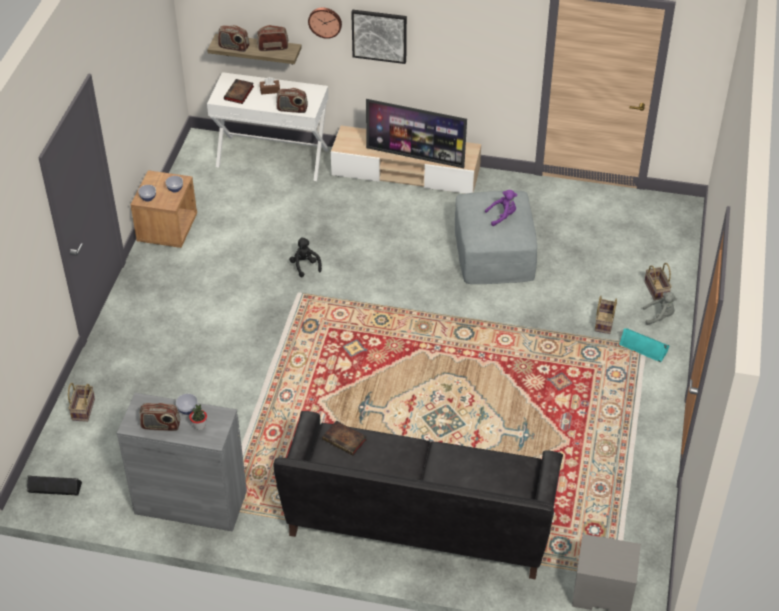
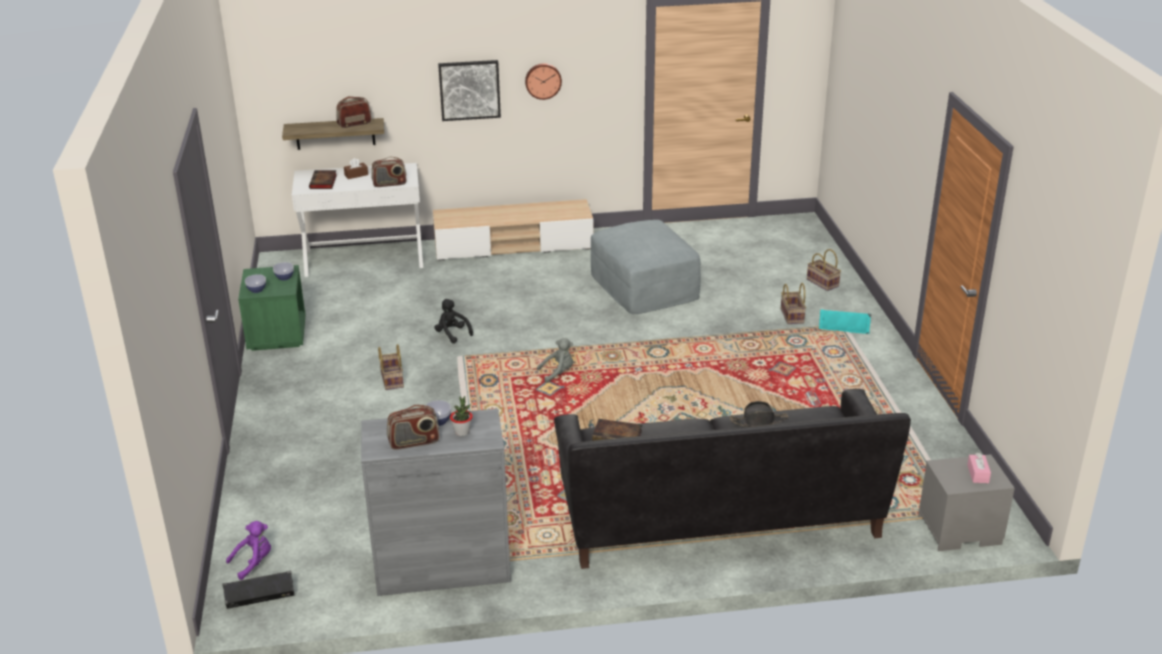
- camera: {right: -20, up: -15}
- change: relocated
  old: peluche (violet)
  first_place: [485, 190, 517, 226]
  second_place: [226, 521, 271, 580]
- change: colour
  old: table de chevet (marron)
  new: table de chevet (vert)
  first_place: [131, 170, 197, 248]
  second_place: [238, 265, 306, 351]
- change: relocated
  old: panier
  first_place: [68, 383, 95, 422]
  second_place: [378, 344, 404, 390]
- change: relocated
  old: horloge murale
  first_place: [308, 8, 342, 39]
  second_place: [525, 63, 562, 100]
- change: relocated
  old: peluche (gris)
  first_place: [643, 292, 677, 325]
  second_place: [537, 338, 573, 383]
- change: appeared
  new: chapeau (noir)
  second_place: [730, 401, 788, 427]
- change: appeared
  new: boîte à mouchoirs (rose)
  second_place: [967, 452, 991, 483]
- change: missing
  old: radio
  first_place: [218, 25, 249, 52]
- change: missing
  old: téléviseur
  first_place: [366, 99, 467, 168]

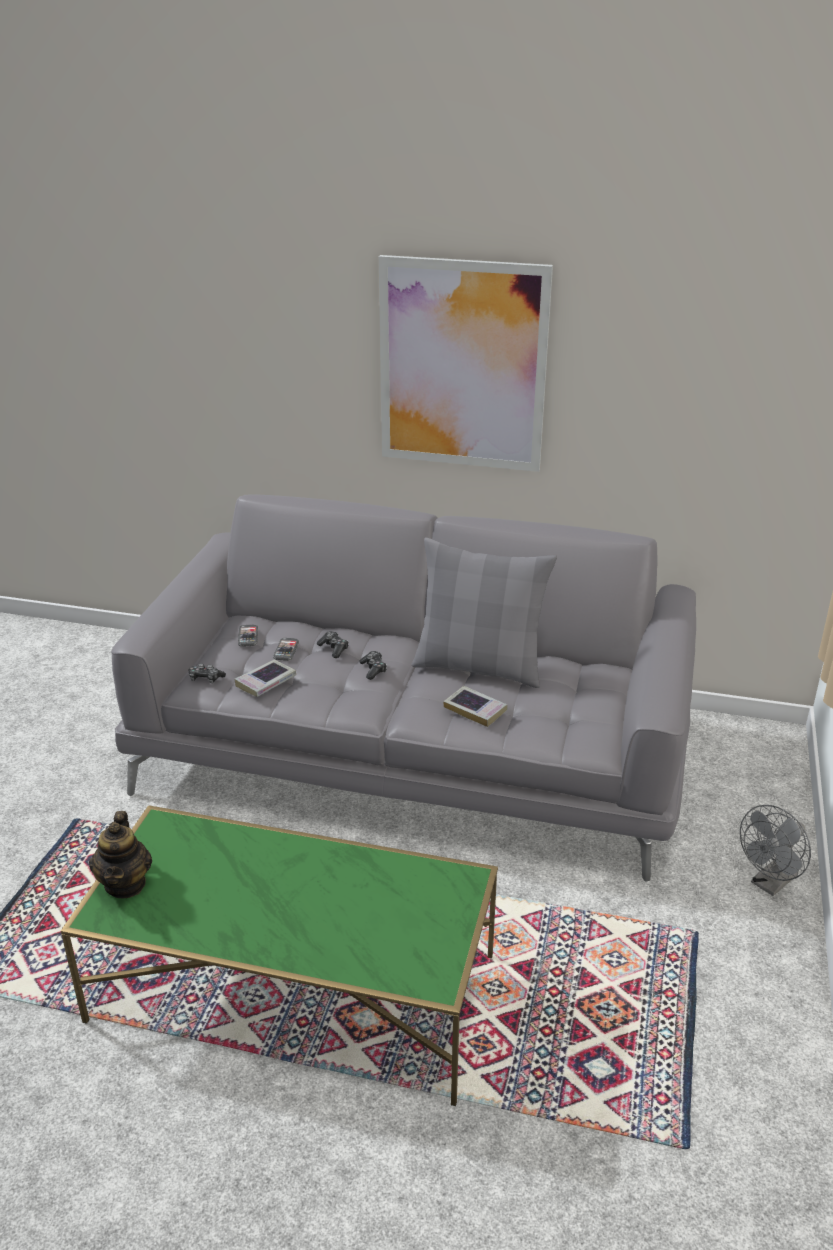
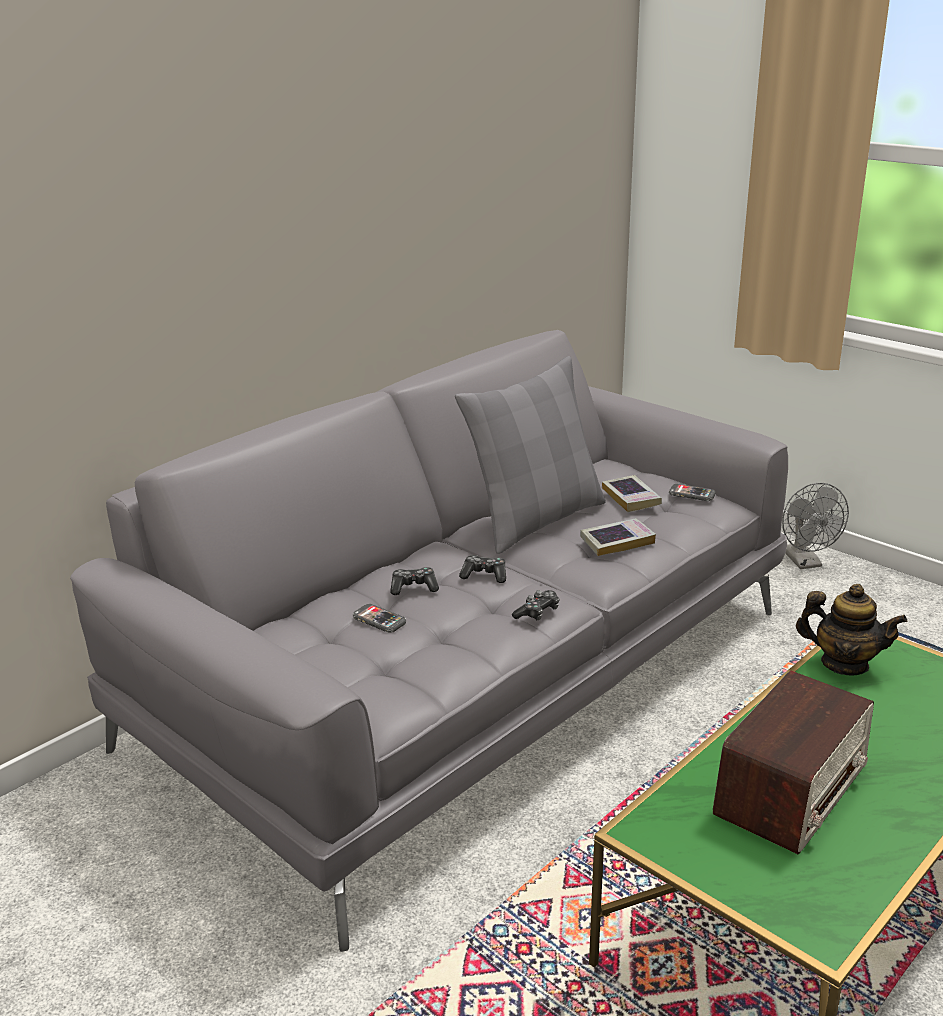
- camera: {right: -60, up: -5}
- change: relocated
  old: manette
  first_place: [189, 663, 226, 683]
  second_place: [512, 590, 559, 620]
- change: relocated
  old: livre
  first_place: [234, 660, 296, 697]
  second_place: [602, 475, 662, 512]
- change: relocated
  old: téléphone
  first_place: [238, 625, 258, 647]
  second_place: [669, 484, 716, 501]
- change: appeared
  new: radio
  second_place: [713, 671, 874, 854]
- change: relocated
  old: théière
  first_place: [89, 811, 152, 898]
  second_place: [796, 584, 907, 676]
- change: missing
  old: tableau
  first_place: [379, 255, 553, 472]

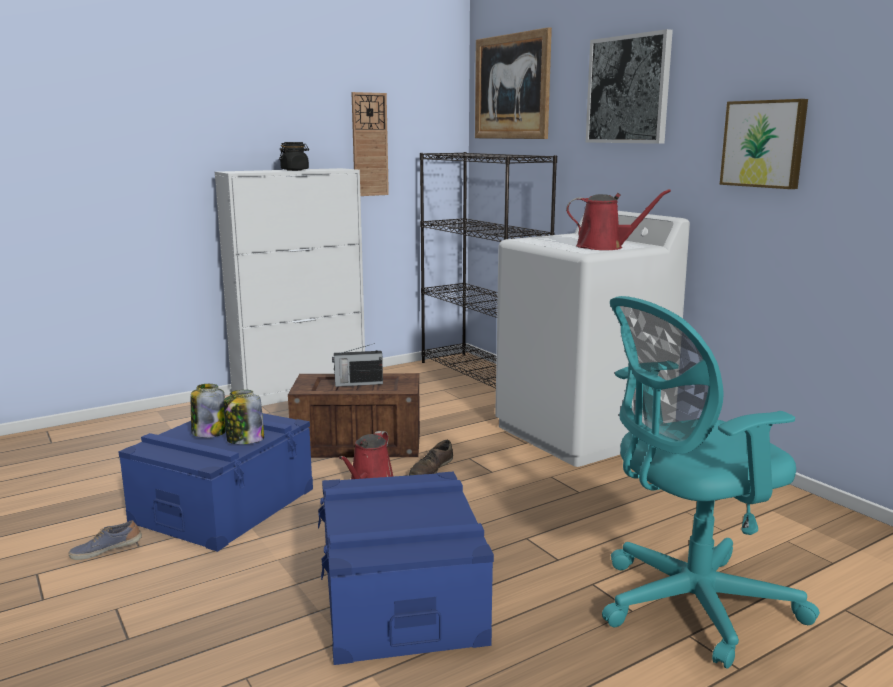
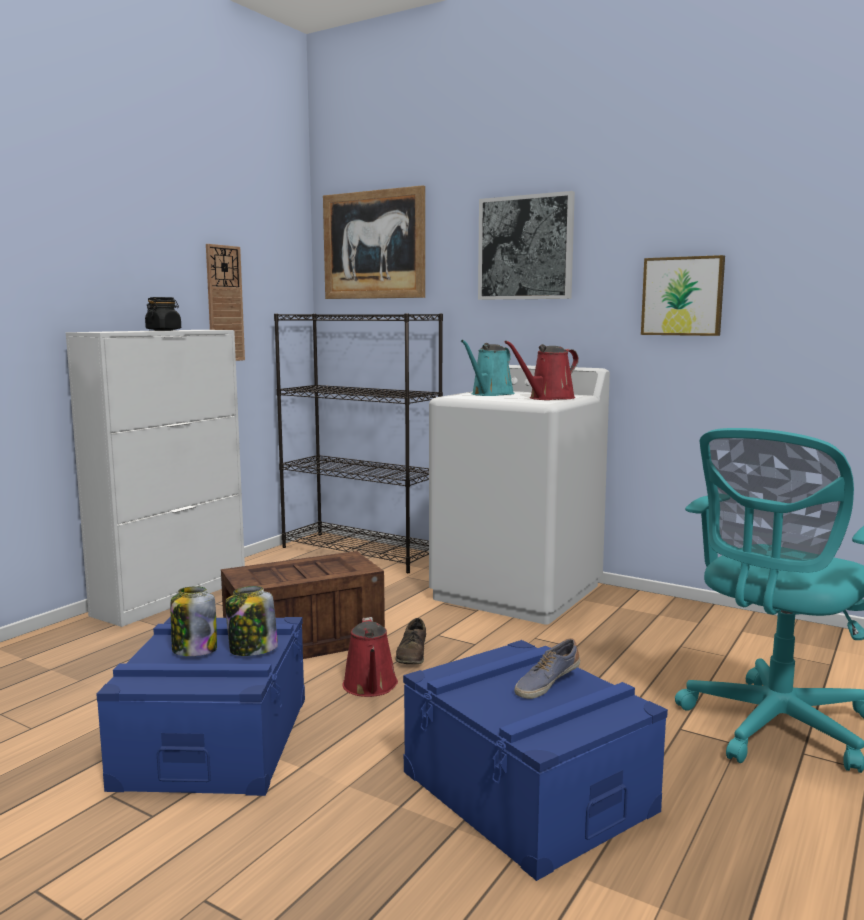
- camera: {right: -25, up: -5}
- change: appeared
  new: arrosoir (turquoise)
  second_place: [461, 340, 515, 396]
- change: spun
  old: arrosoir (rouge)
  first_place: [566, 189, 671, 250]
  second_place: [505, 341, 579, 400]
  degrees: 150
- change: relocated
  old: chaussure
  first_place: [69, 520, 142, 560]
  second_place: [514, 638, 580, 699]
- change: missing
  old: radio
  first_place: [332, 343, 383, 387]

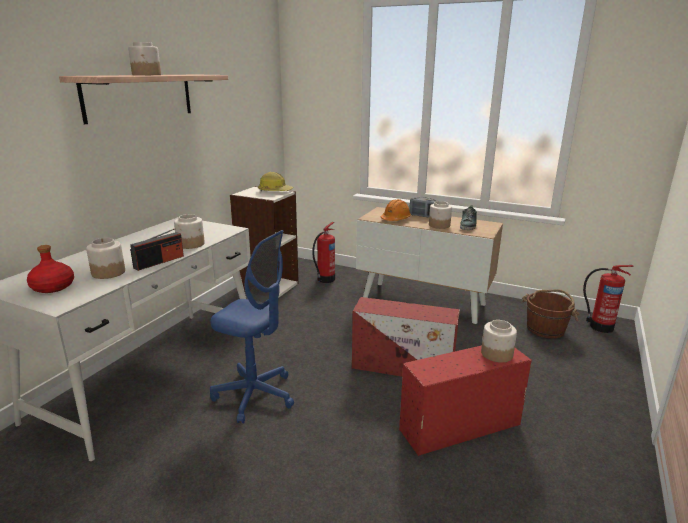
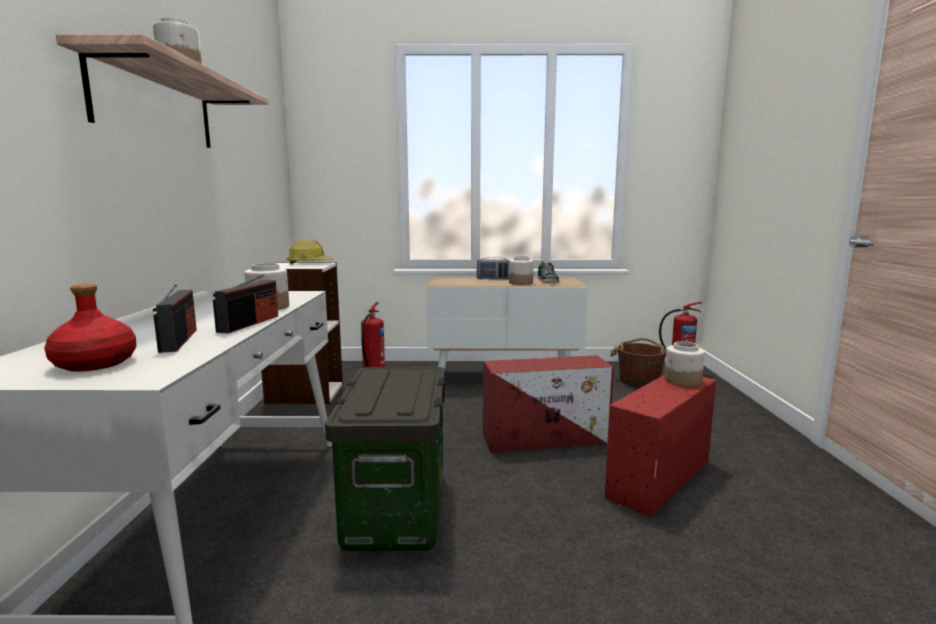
- camera: {right: -25, up: -10}
- change: exchanged
  old: bocal
  new: radio
  first_place: [86, 238, 125, 279]
  second_place: [153, 284, 197, 353]
- change: exchanged
  old: chaise de bureau (bleu)
  new: boîte de rangement
  first_place: [210, 230, 294, 423]
  second_place: [325, 367, 445, 551]
- change: missing
  old: casque de chantier (orange)
  first_place: [381, 199, 411, 221]

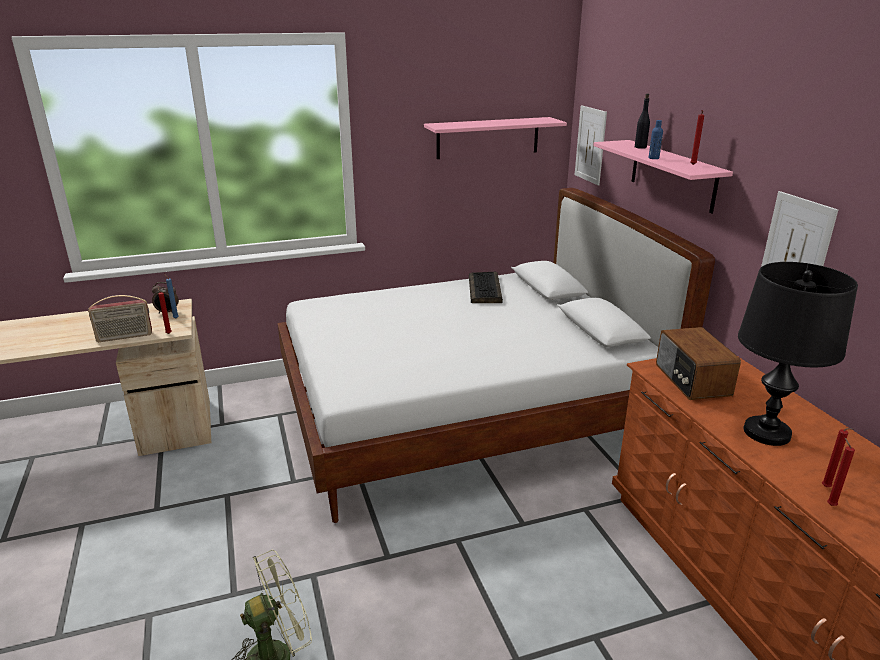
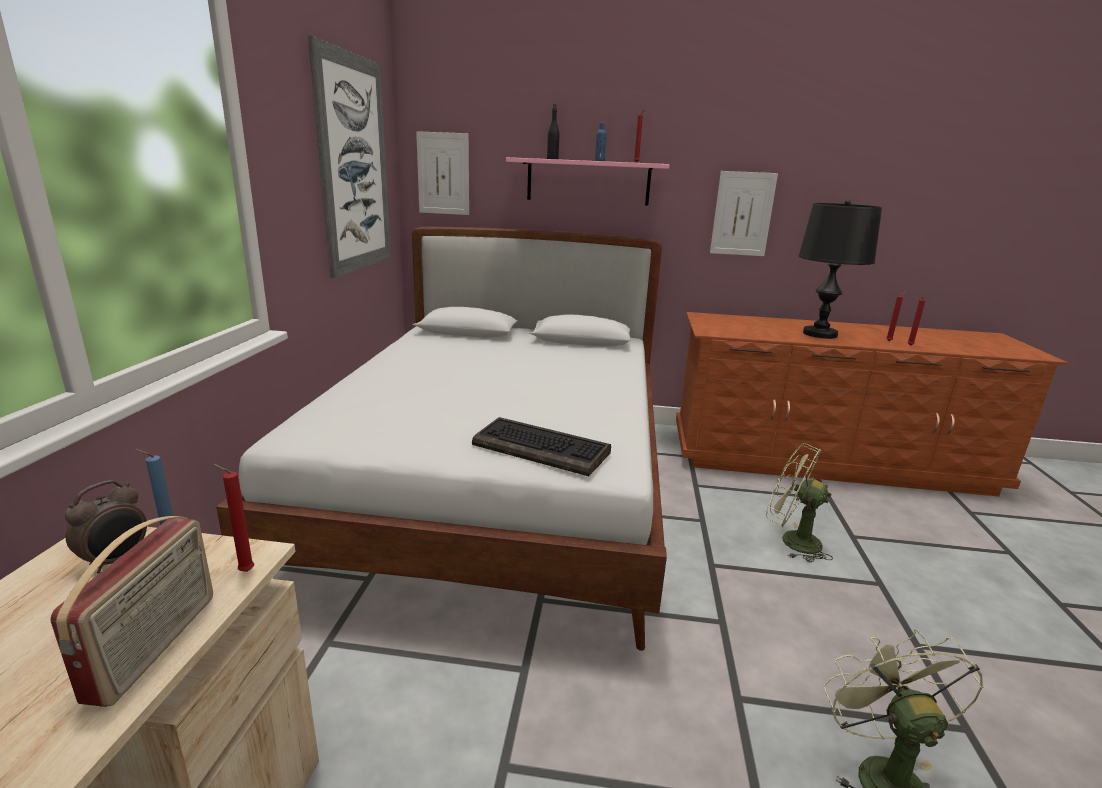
- camera: {right: -65, up: -5}
- change: exchanged
  old: étagère (rose)
  new: tableau
  first_place: [424, 117, 567, 159]
  second_place: [308, 36, 391, 278]
- change: relocated
  old: clavier
  first_place: [469, 272, 503, 303]
  second_place: [472, 417, 611, 476]
- change: appeared
  new: ventilateur (vert)
  second_place: [766, 443, 833, 562]
- change: missing
  old: radio
  first_place: [656, 327, 741, 400]

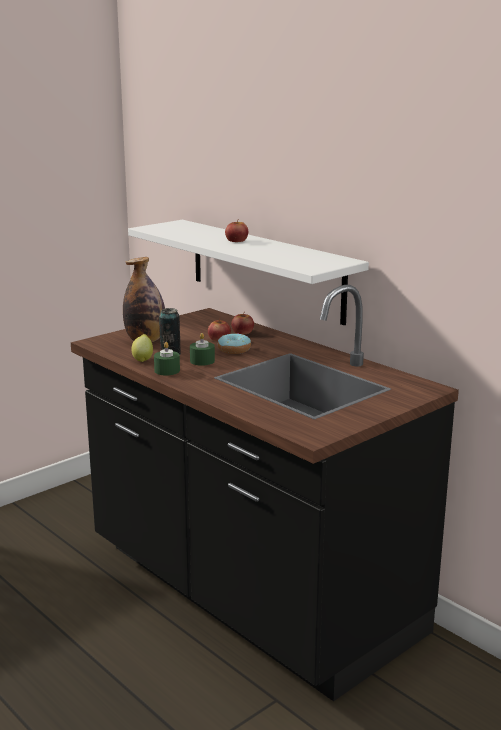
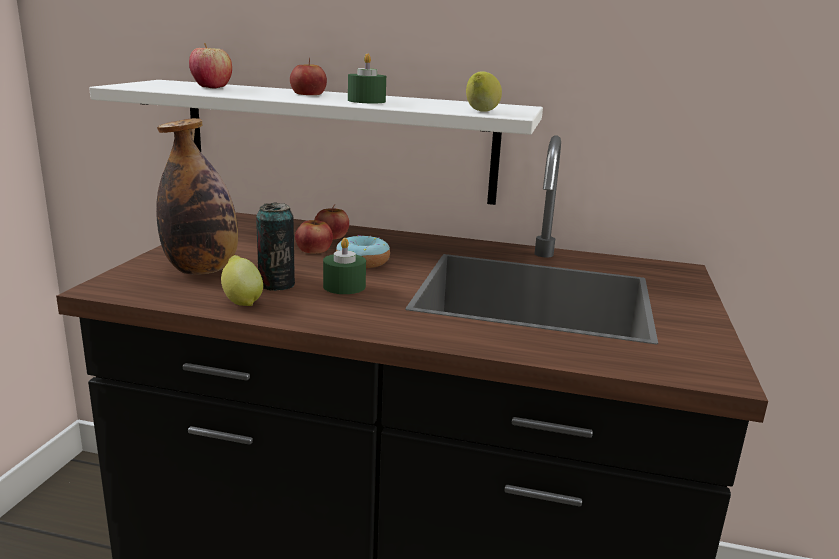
- camera: {right: -35, up: 0}
- change: appeared
  new: pomme
  second_place: [189, 43, 232, 88]
- change: relocated
  old: bougie (vert)
  first_place: [154, 342, 180, 376]
  second_place: [348, 53, 386, 103]
- change: appeared
  new: citron
  second_place: [466, 71, 502, 112]

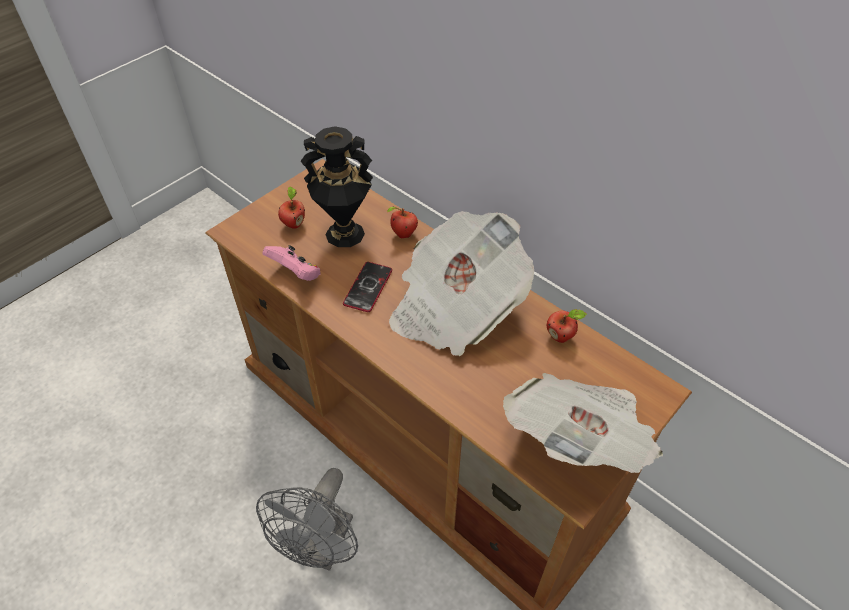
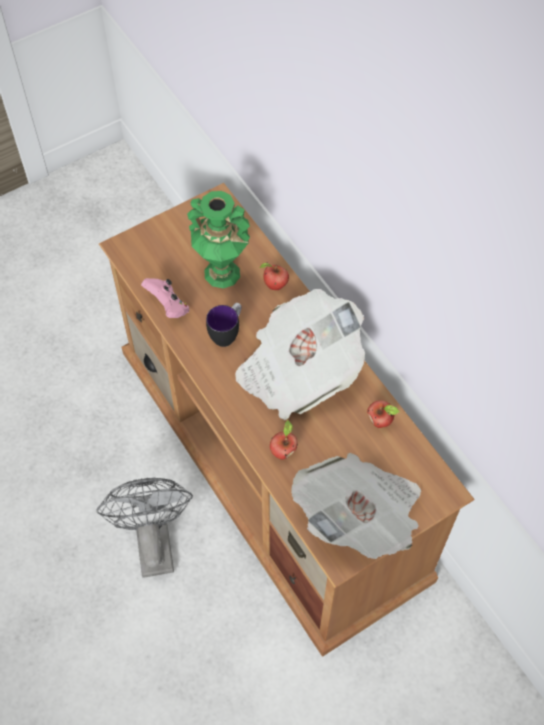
- camera: {right: 15, up: 10}
- change: spun
  old: ventilateur (gris)
  first_place: [256, 468, 358, 571]
  second_place: [96, 478, 193, 578]
  degrees: 135
- change: colour
  old: vase (noir)
  new: vase (vert)
  first_place: [301, 126, 373, 247]
  second_place: [187, 191, 250, 288]
- change: exchanged
  old: téléphone
  new: mug
  first_place: [343, 262, 392, 312]
  second_place: [206, 303, 242, 347]
- change: relocated
  old: pomme
  first_place: [278, 186, 305, 229]
  second_place: [270, 420, 298, 460]

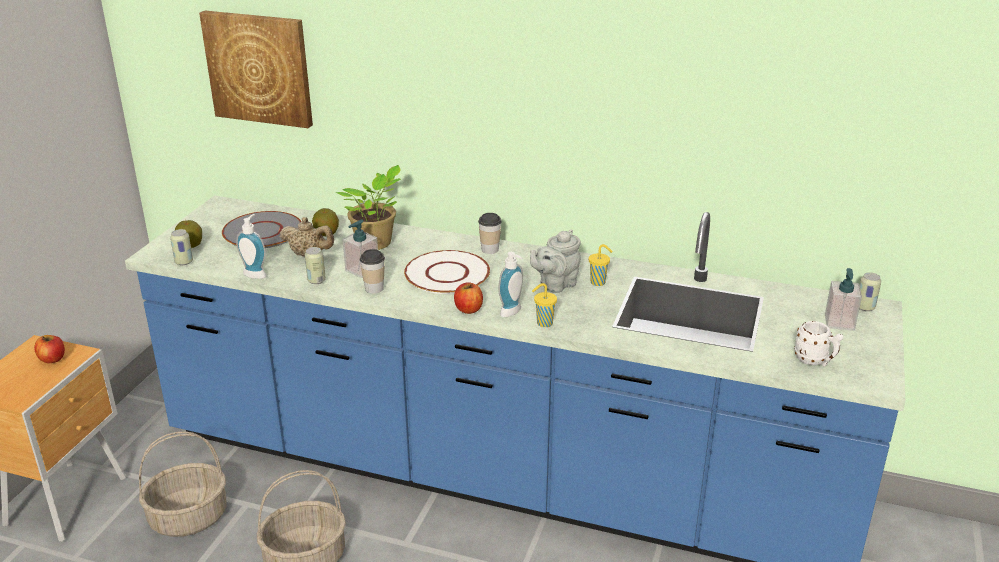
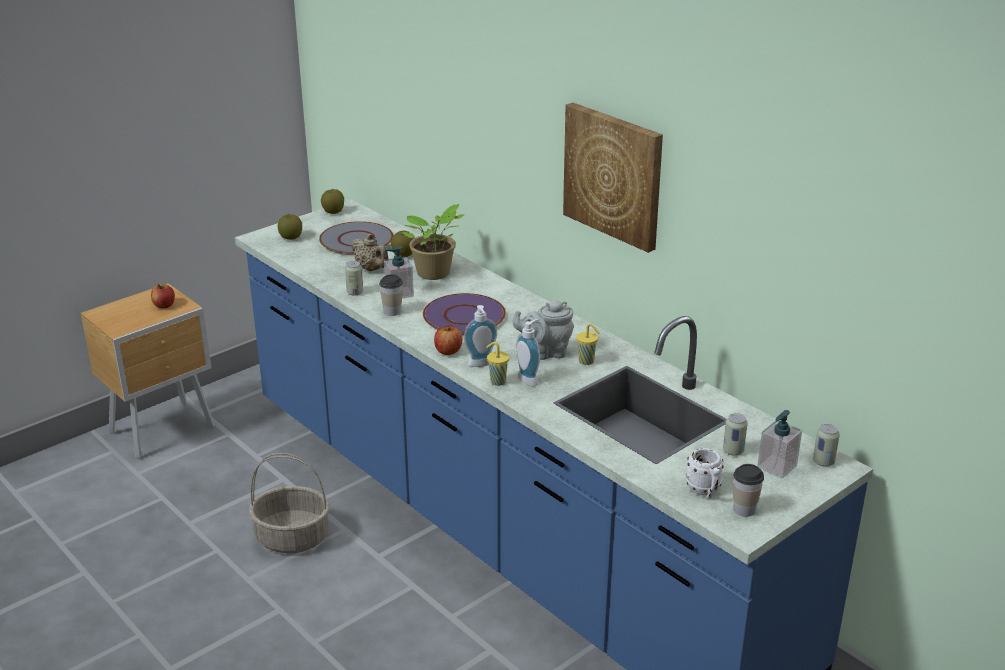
- camera: {right: 30, up: 0}
- change: appeared
  new: pomme
  second_place: [321, 189, 344, 214]
- change: colour
  old: assiette (blanc)
  new: assiette (violet)
  first_place: [404, 250, 490, 294]
  second_place: [423, 293, 506, 335]
- change: relocated
  old: distributeur de savon
  first_place: [236, 214, 266, 279]
  second_place: [516, 319, 540, 386]
- change: relocated
  old: tableau
  first_place: [199, 11, 313, 128]
  second_place: [563, 103, 663, 253]
- change: relocated
  old: boîte métallique
  first_place: [170, 229, 193, 265]
  second_place: [723, 413, 748, 456]
- change: relocated
  old: tasse
  first_place: [478, 213, 502, 254]
  second_place: [733, 464, 764, 517]
- change: missing
  old: panier
  first_place: [139, 431, 227, 537]

